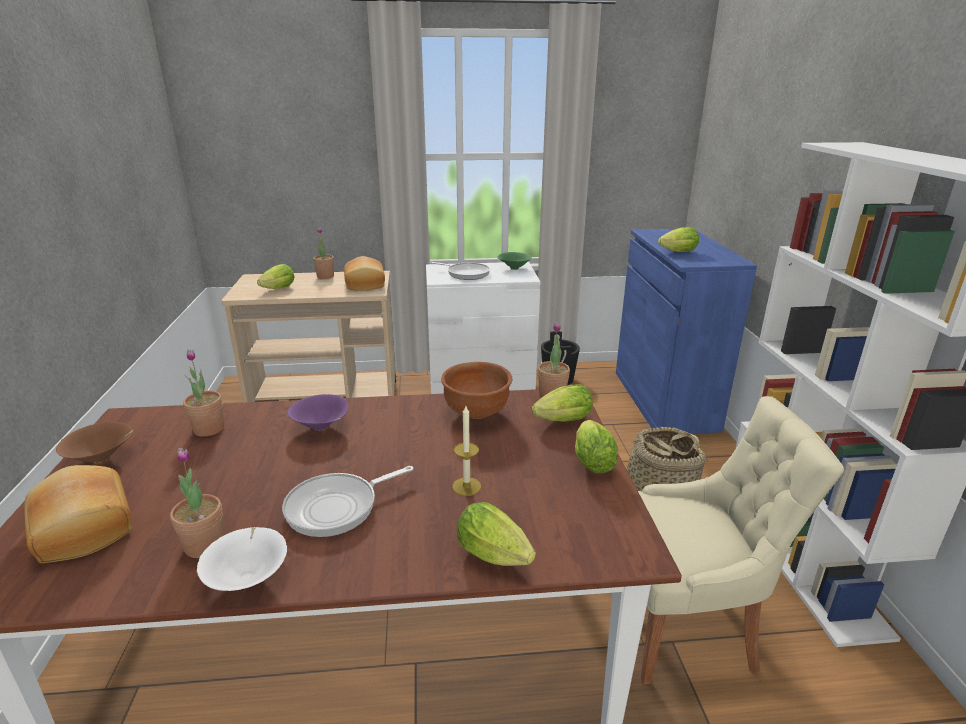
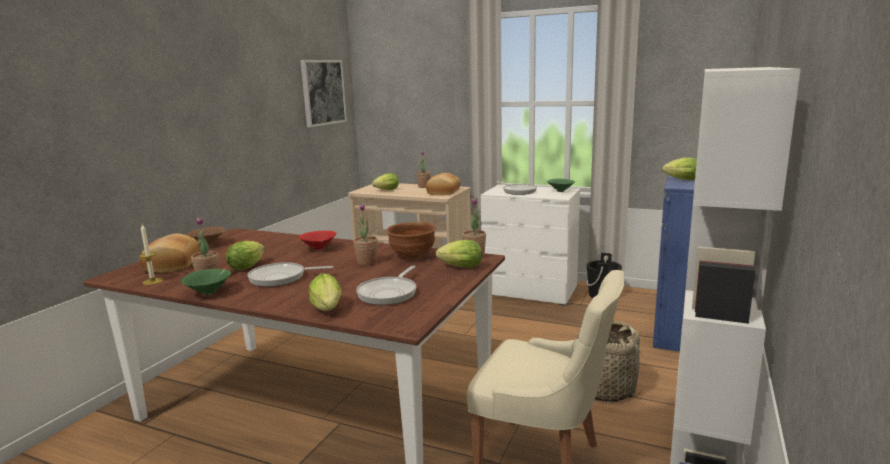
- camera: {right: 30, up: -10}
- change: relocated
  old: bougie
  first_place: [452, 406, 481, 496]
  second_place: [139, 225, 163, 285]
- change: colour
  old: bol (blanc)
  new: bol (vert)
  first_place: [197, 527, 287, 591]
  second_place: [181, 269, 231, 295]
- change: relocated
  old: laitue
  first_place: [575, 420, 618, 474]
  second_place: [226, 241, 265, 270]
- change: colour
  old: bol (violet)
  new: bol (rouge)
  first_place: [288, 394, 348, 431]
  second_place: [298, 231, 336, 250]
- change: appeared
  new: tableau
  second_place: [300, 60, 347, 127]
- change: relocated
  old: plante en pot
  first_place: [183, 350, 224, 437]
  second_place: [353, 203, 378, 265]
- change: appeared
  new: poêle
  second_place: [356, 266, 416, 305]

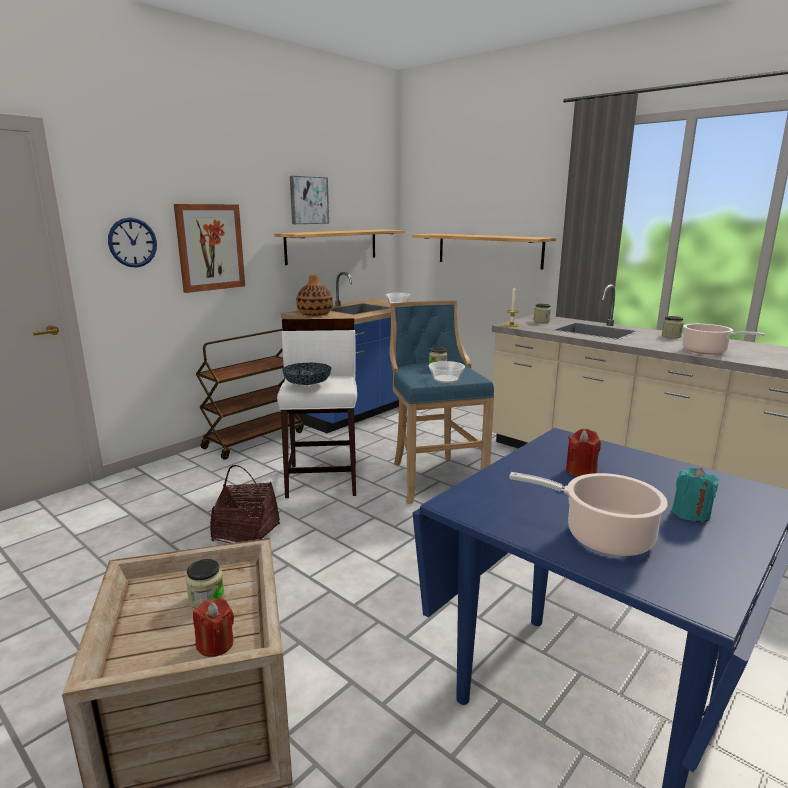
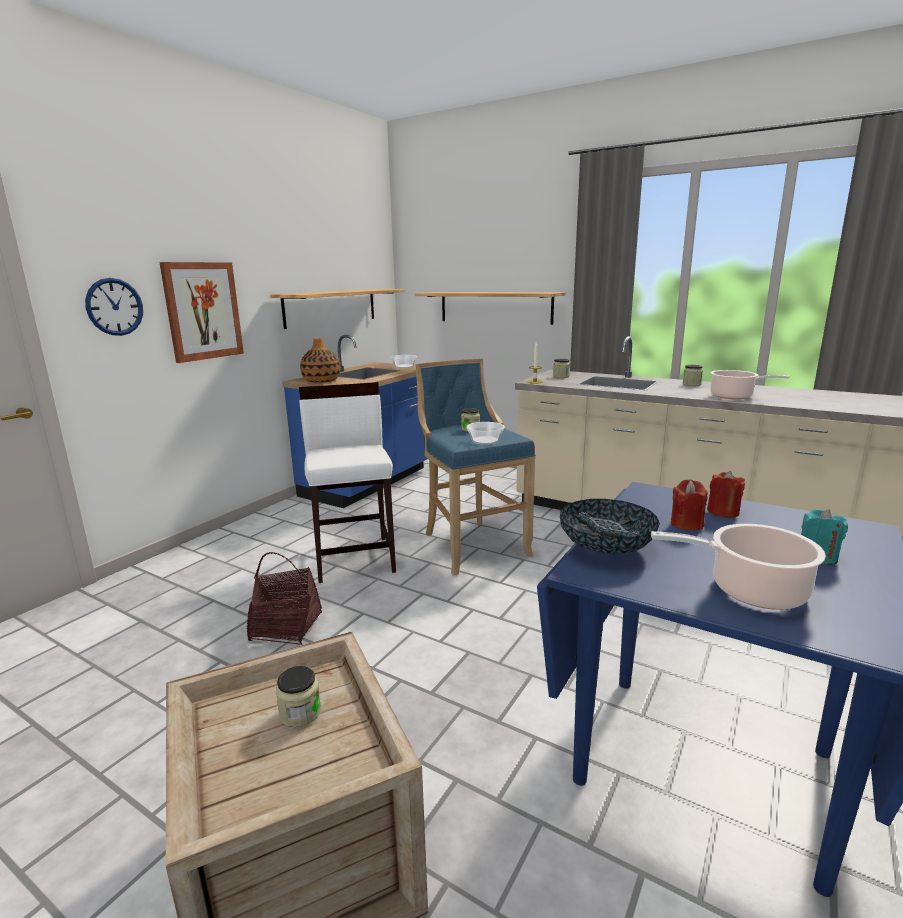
- camera: {right: -10, up: 0}
- change: relocated
  old: bol
  first_place: [282, 363, 331, 385]
  second_place: [560, 499, 660, 553]
- change: relocated
  old: bougie (rouge)
  first_place: [193, 598, 234, 657]
  second_place: [707, 471, 745, 518]
- change: missing
  old: chariot (marron)
  first_place: [196, 329, 304, 460]
- change: missing
  old: tableau
  first_place: [290, 176, 329, 224]

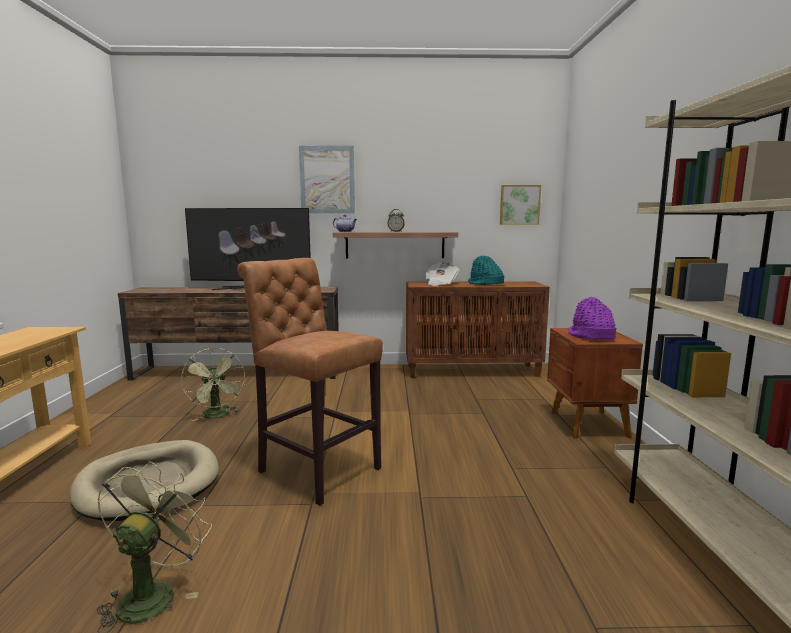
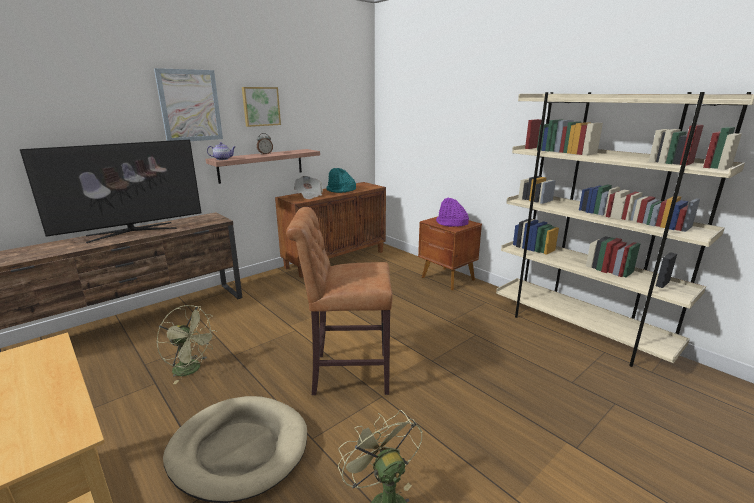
- camera: {right: -40, up: 10}
- change: relocated
  old: tableau
  first_place: [500, 185, 541, 225]
  second_place: [242, 87, 281, 127]

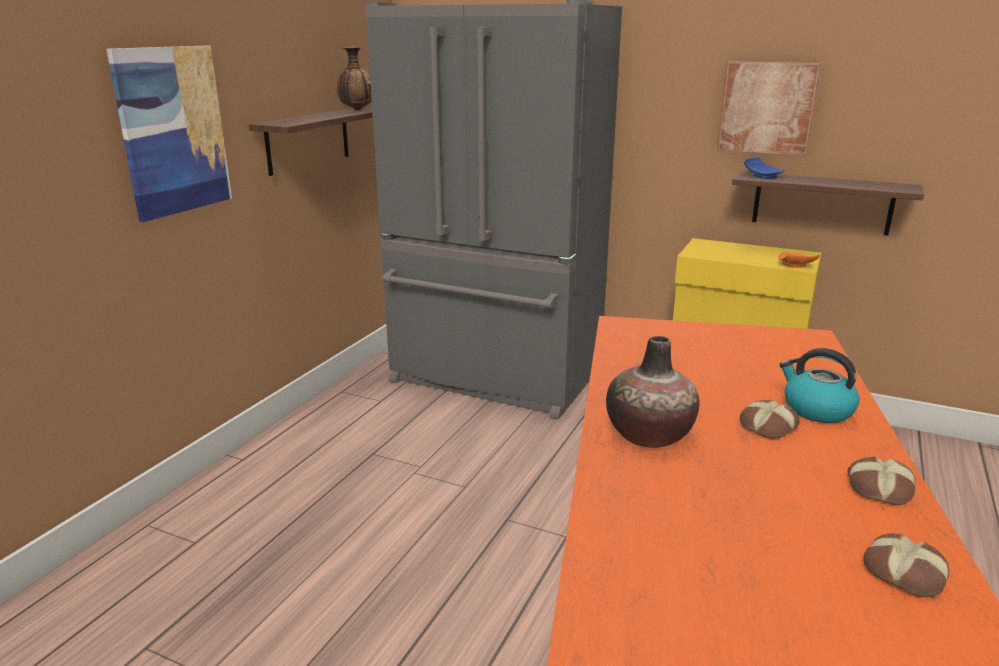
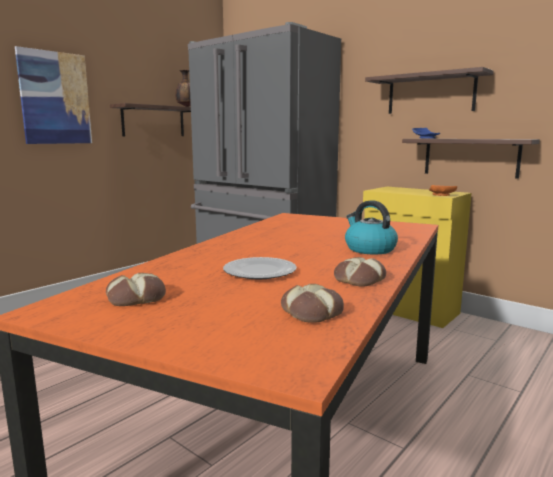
- camera: {right: 15, up: -10}
- change: relocated
  old: pain
  first_place: [740, 400, 799, 439]
  second_place: [106, 273, 166, 306]
- change: appeared
  new: assiette
  second_place: [223, 257, 297, 280]
- change: exchanged
  old: tableau
  new: étagère
  first_place: [717, 61, 821, 156]
  second_place: [365, 67, 493, 114]
- change: missing
  old: vase
  first_place: [606, 336, 700, 448]

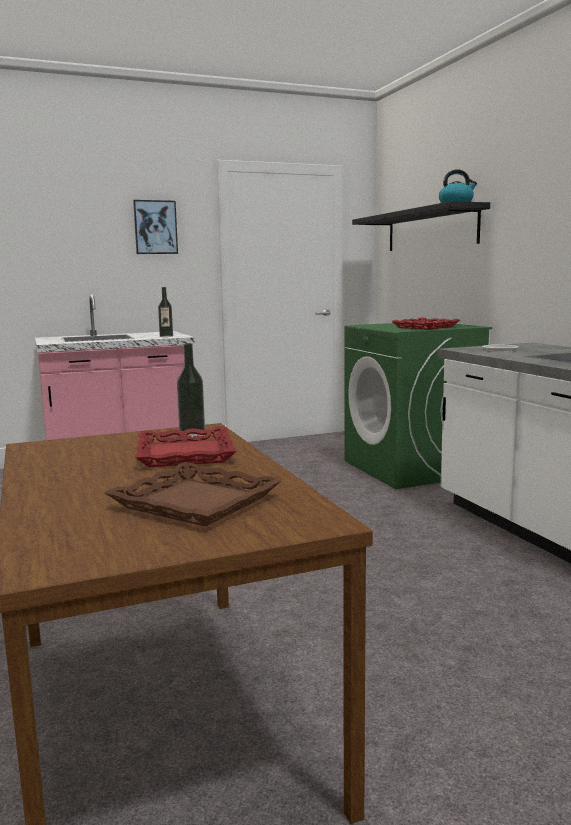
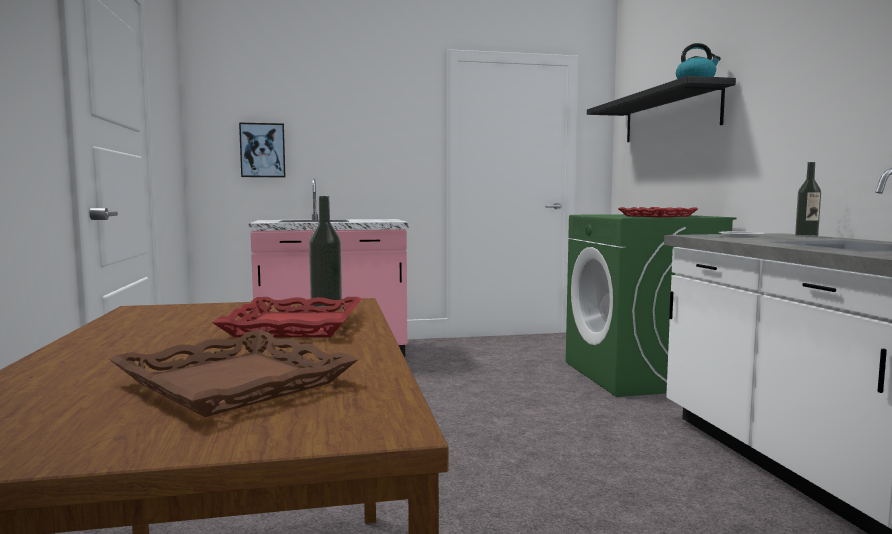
- camera: {right: 10, up: -5}
- change: relocated
  old: tableau
  first_place: [133, 200, 178, 254]
  second_place: [239, 122, 286, 177]
- change: relocated
  old: bouteille
  first_place: [158, 287, 173, 337]
  second_place: [795, 162, 821, 237]

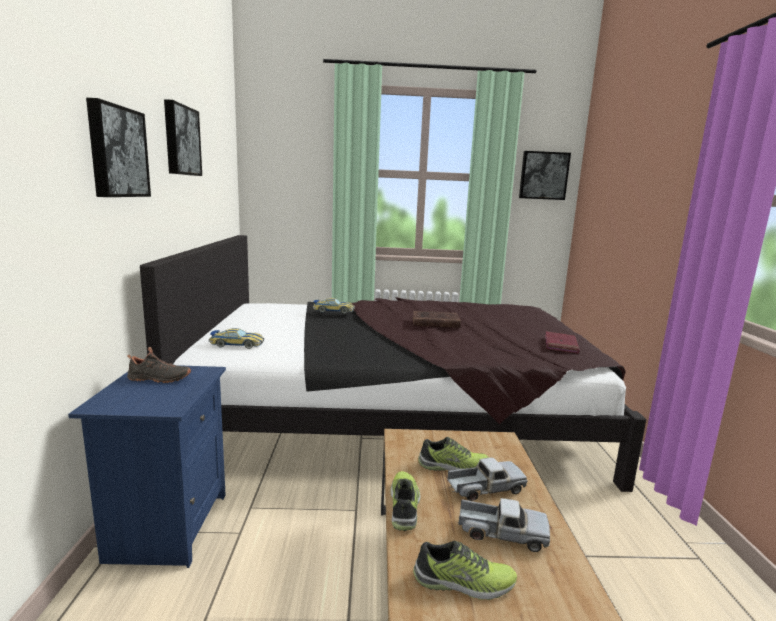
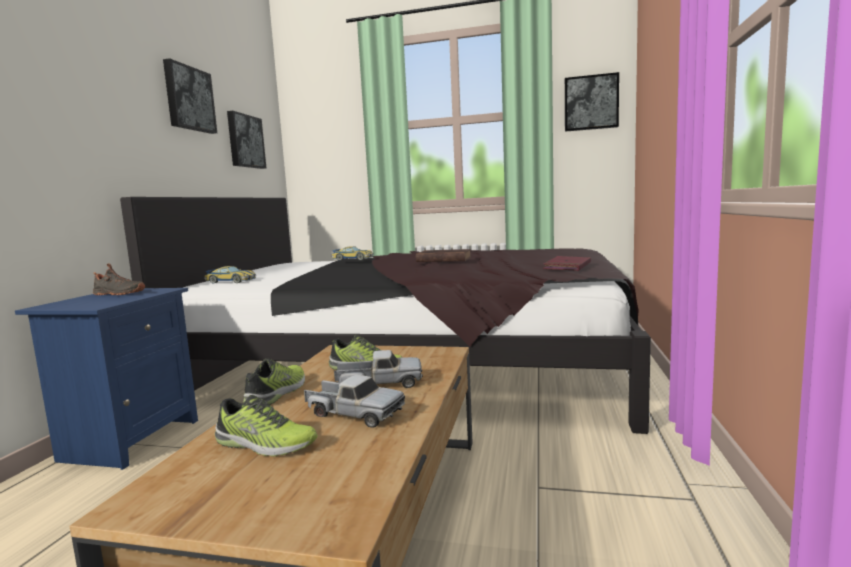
- camera: {right: 15, up: -5}
- change: relocated
  old: tableau
  first_place: [86, 98, 151, 197]
  second_place: [227, 111, 266, 169]

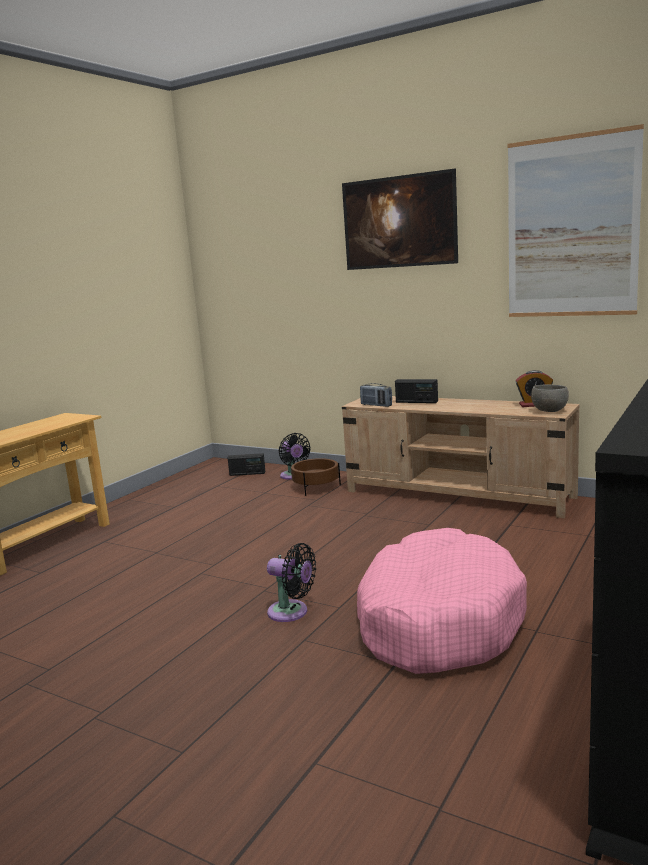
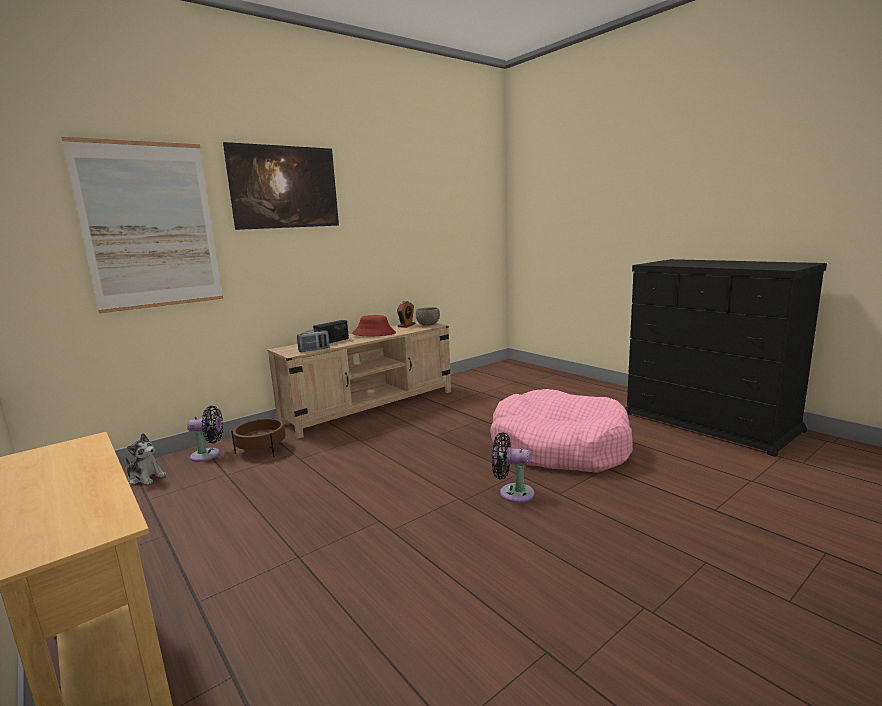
- camera: {right: -70, up: 0}
- change: relocated
  old: tableau
  first_place: [507, 124, 644, 317]
  second_place: [61, 137, 223, 314]
- change: exchanged
  old: radio
  new: peluche
  first_place: [227, 453, 265, 476]
  second_place: [126, 433, 166, 485]
- change: appeared
  new: chapeau (rouge)
  second_place: [352, 315, 396, 336]
- change: spun
  old: ventilateur (noir)
  first_place: [267, 543, 316, 622]
  second_place: [492, 432, 534, 503]
  degrees: -120

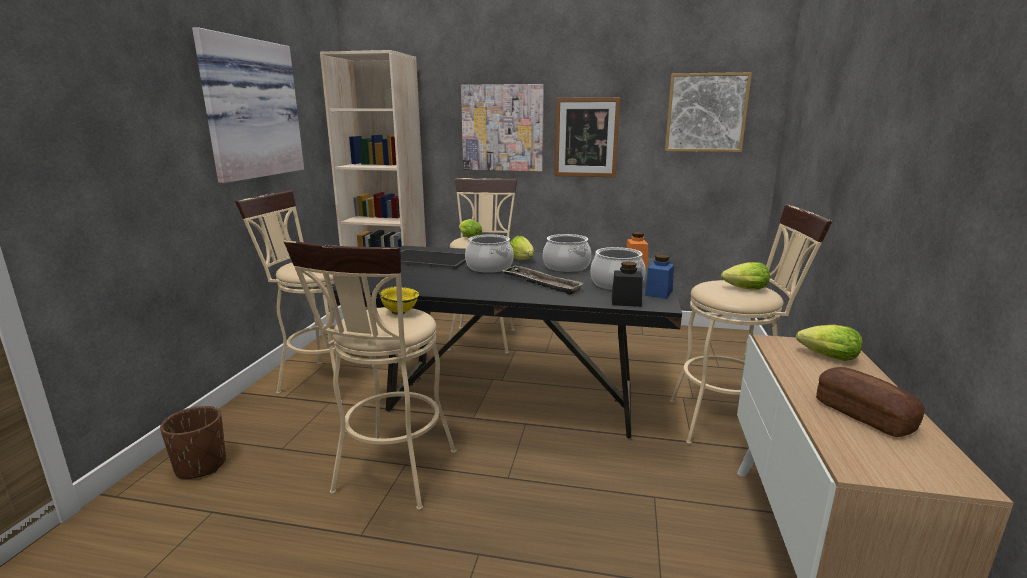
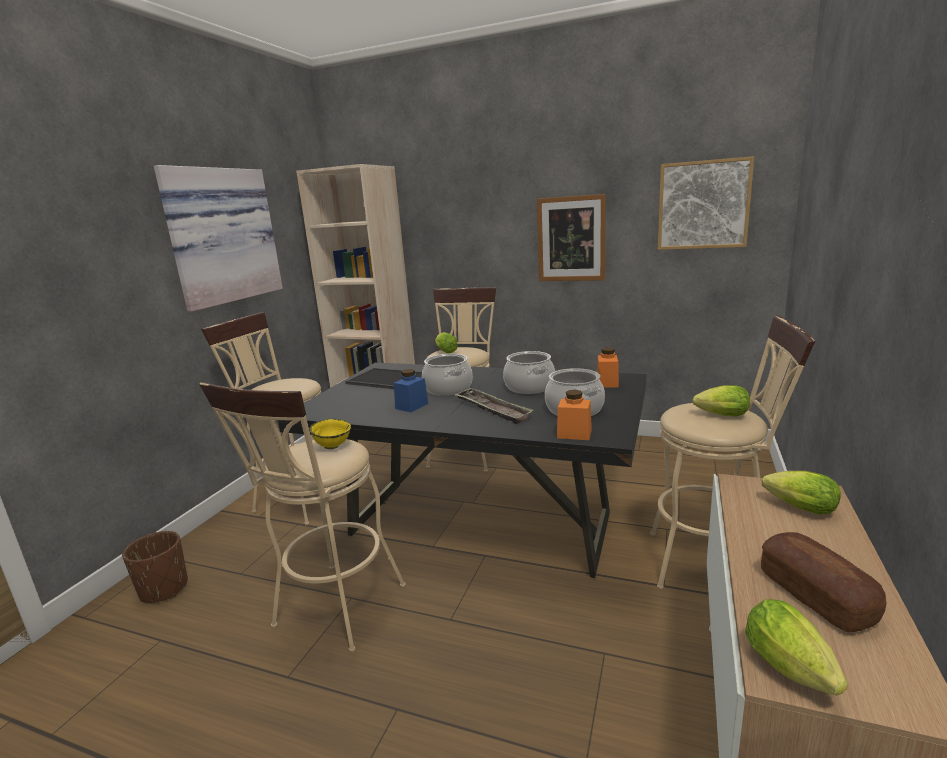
- camera: {right: 10, up: 0}
- change: relocated
  old: bocal (bleu)
  first_place: [645, 254, 674, 299]
  second_place: [394, 369, 428, 412]
- change: colour
  old: bocal (noir)
  new: bocal (orange)
  first_place: [612, 261, 643, 307]
  second_place: [557, 390, 592, 440]
- change: relocated
  old: laitue
  first_place: [510, 236, 534, 260]
  second_place: [745, 599, 848, 695]
- change: missing
  old: tableau
  first_place: [461, 84, 544, 171]

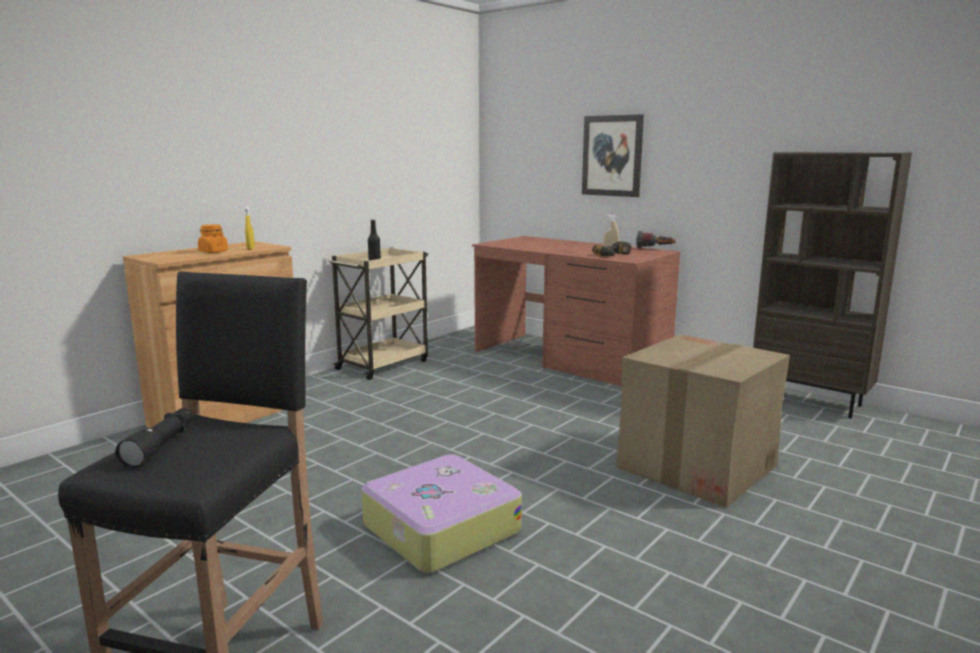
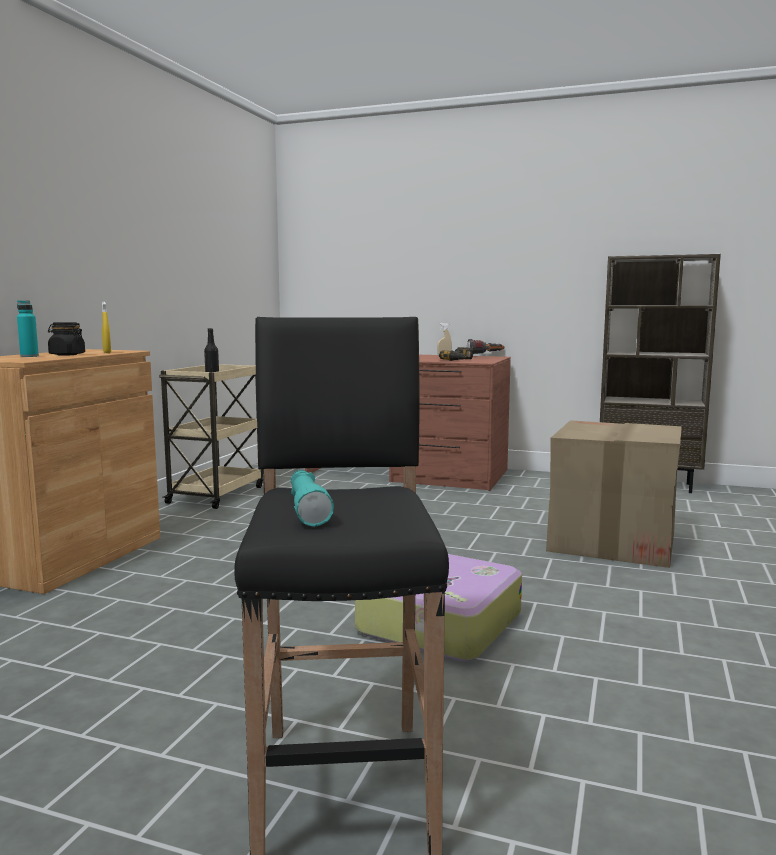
- camera: {right: -20, up: -5}
- change: appeared
  new: bouteille (turquoise)
  second_place: [17, 300, 39, 357]
- change: colour
  old: bocal (orange)
  new: bocal (noir)
  first_place: [198, 224, 228, 253]
  second_place: [48, 322, 85, 356]
- change: colour
  old: lampe de poche (noir)
  new: lampe de poche (turquoise)
  first_place: [115, 408, 193, 468]
  second_place: [291, 470, 334, 527]
- change: missing
  old: tableau
  first_place: [582, 114, 644, 197]

